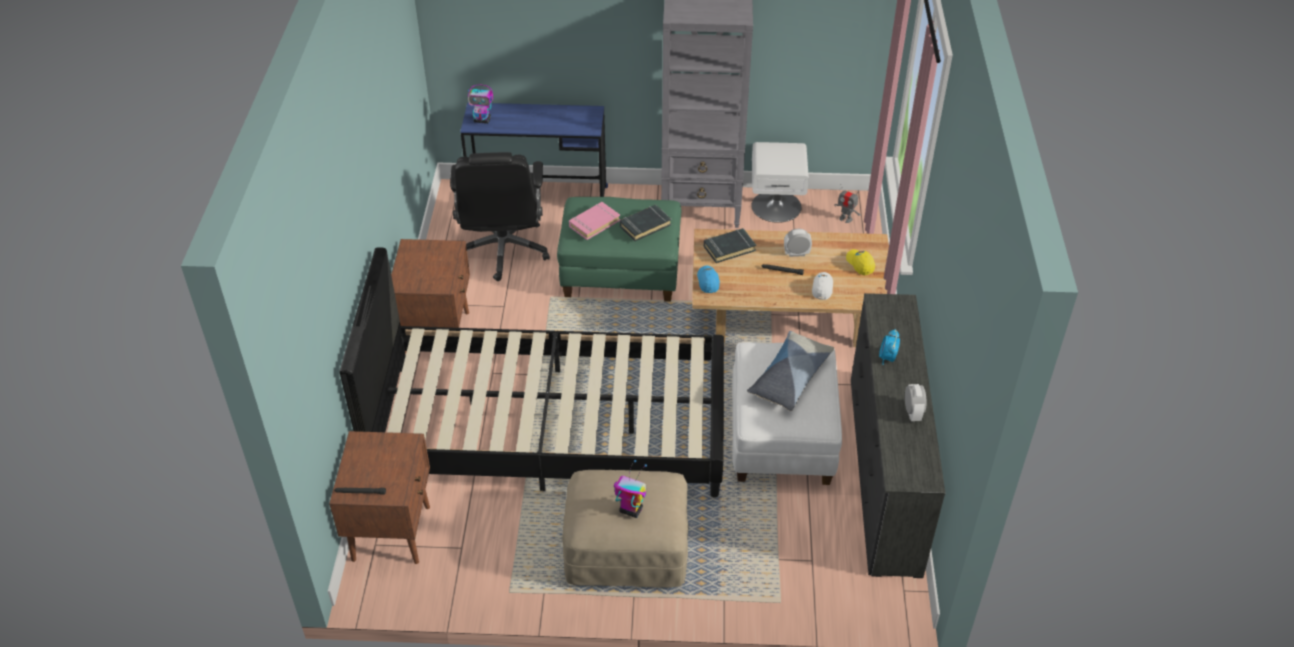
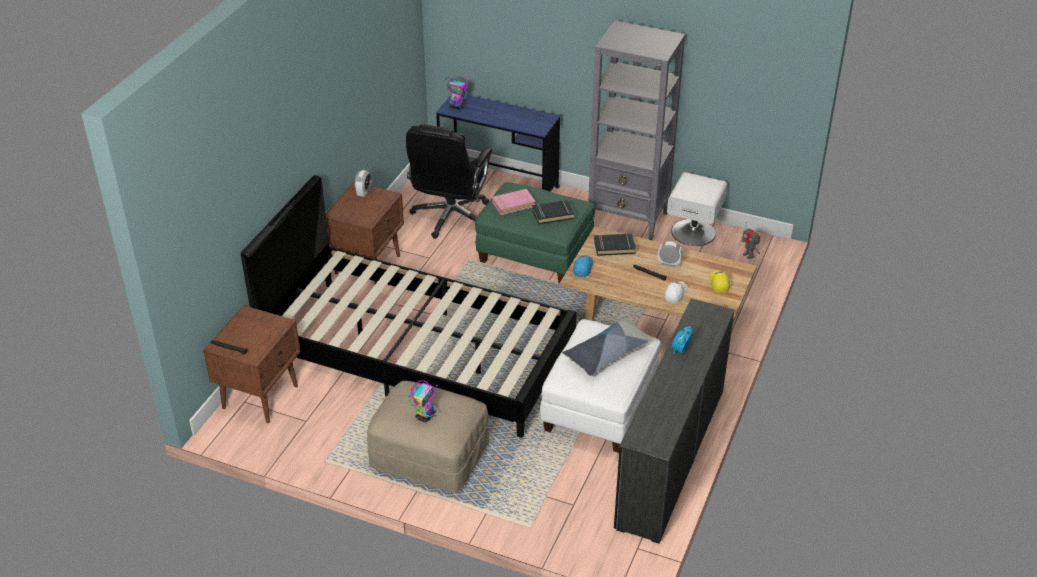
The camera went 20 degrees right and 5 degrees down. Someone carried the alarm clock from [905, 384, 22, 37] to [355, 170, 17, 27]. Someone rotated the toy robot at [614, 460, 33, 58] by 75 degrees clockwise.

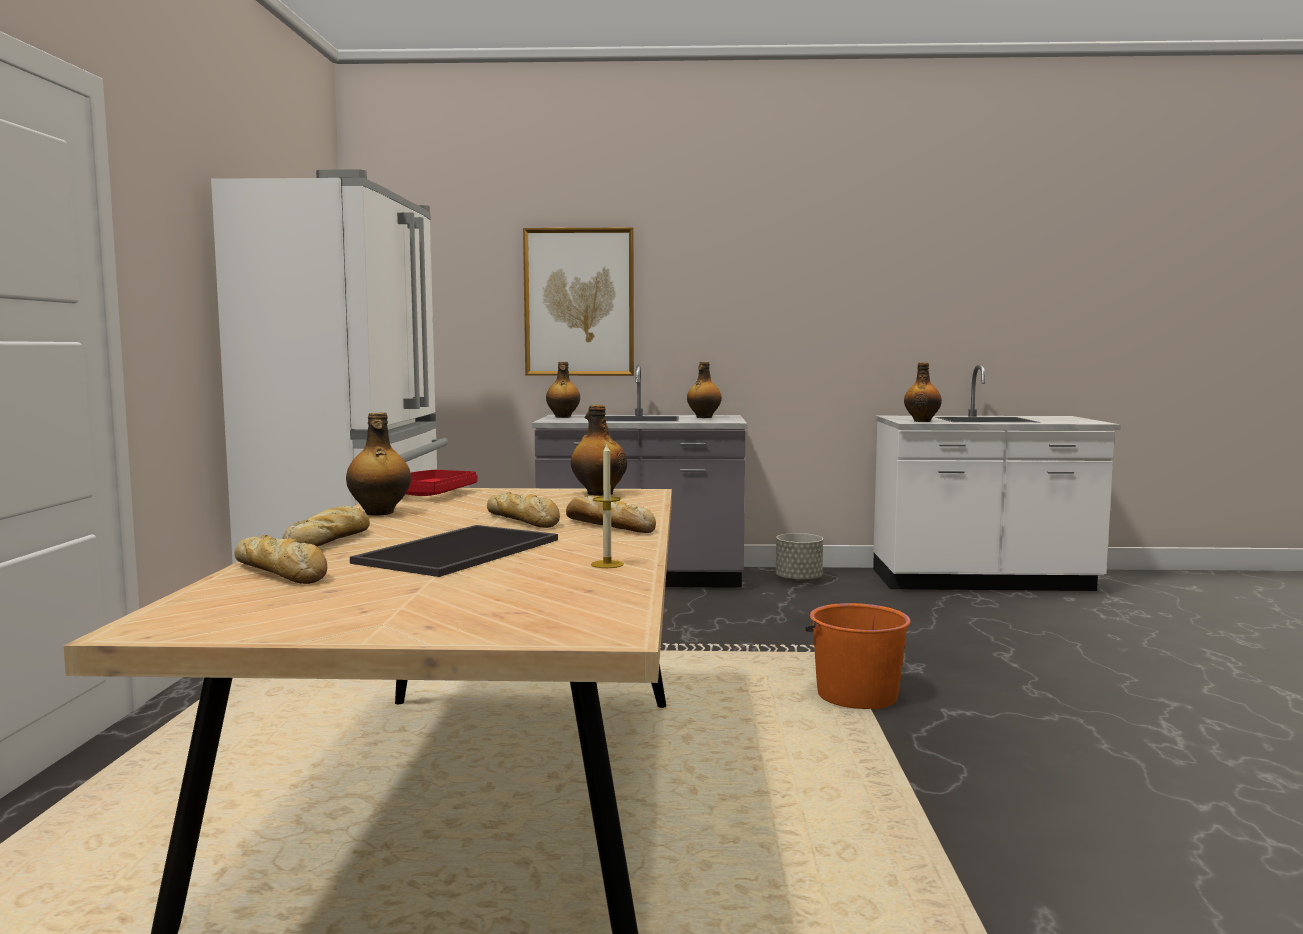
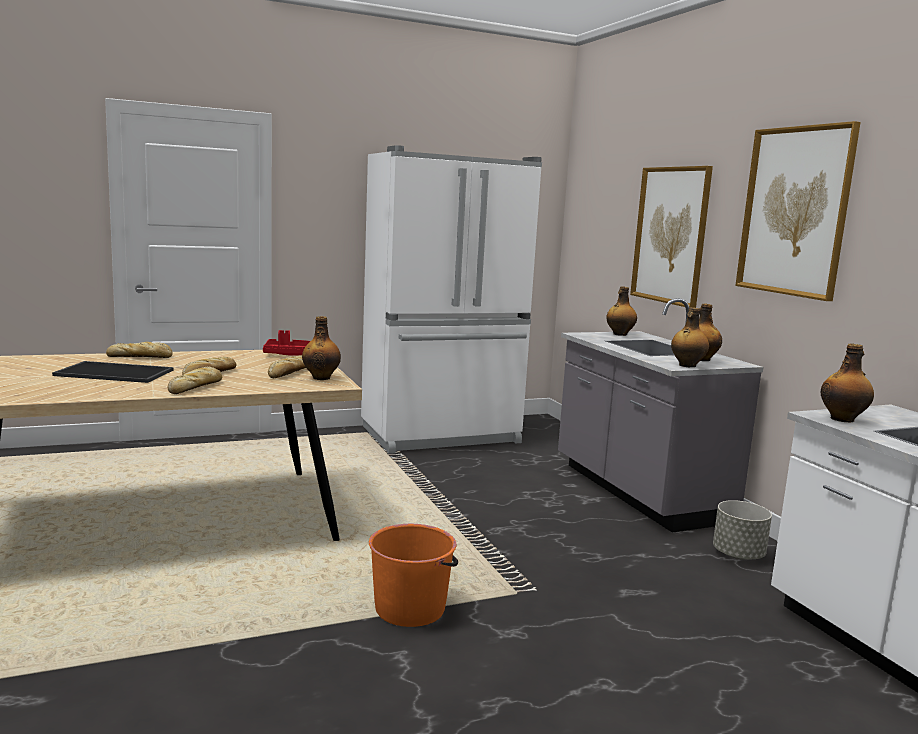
The camera went 65 degrees right and 5 degrees up. Someone took away the candle at [591, 442, 33, 126]. Someone put up the picture at [735, 121, 126, 180]. Someone carried the bread from [234, 535, 93, 49] to [268, 356, 38, 22]. Someone carried the bottle from [346, 413, 65, 103] to [671, 307, 38, 60].

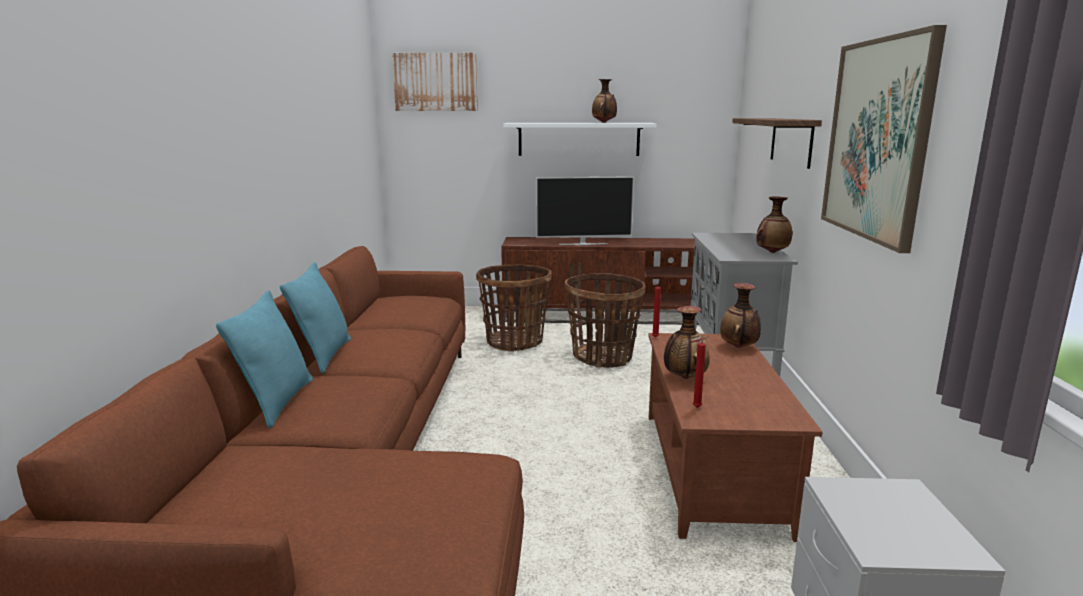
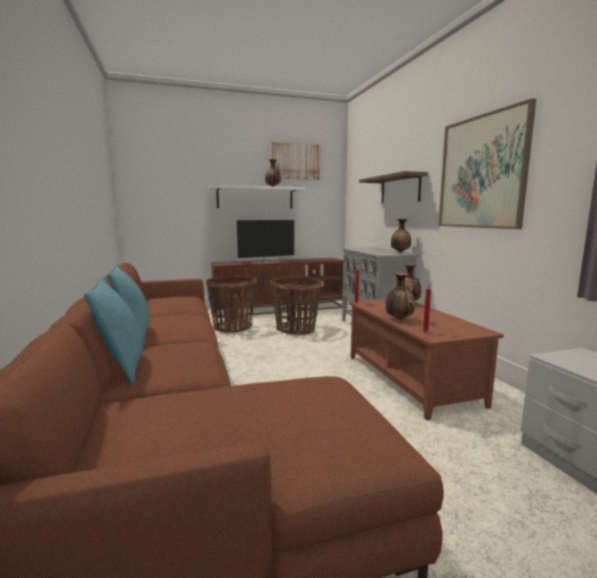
The camera went 20 degrees left and 5 degrees down. Someone carried the picture from [392, 53, 86, 58] to [271, 142, 50, 38].

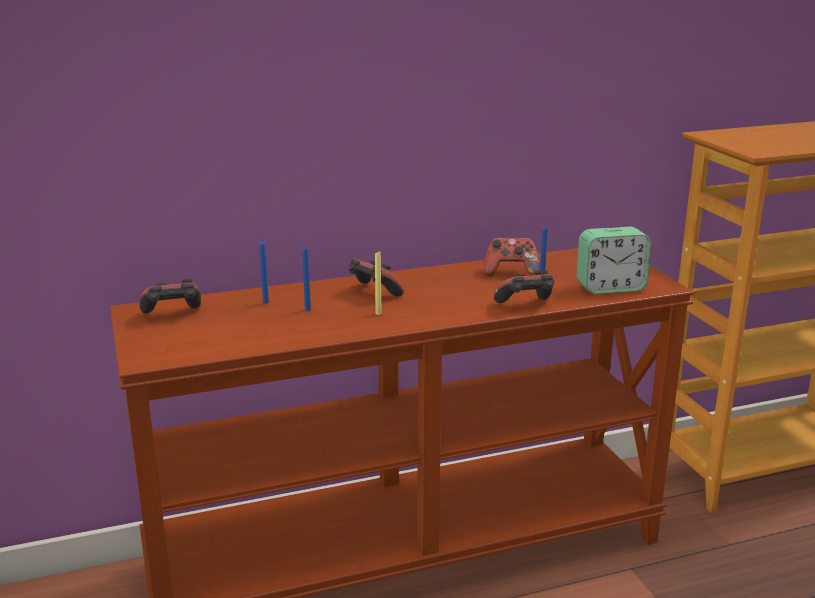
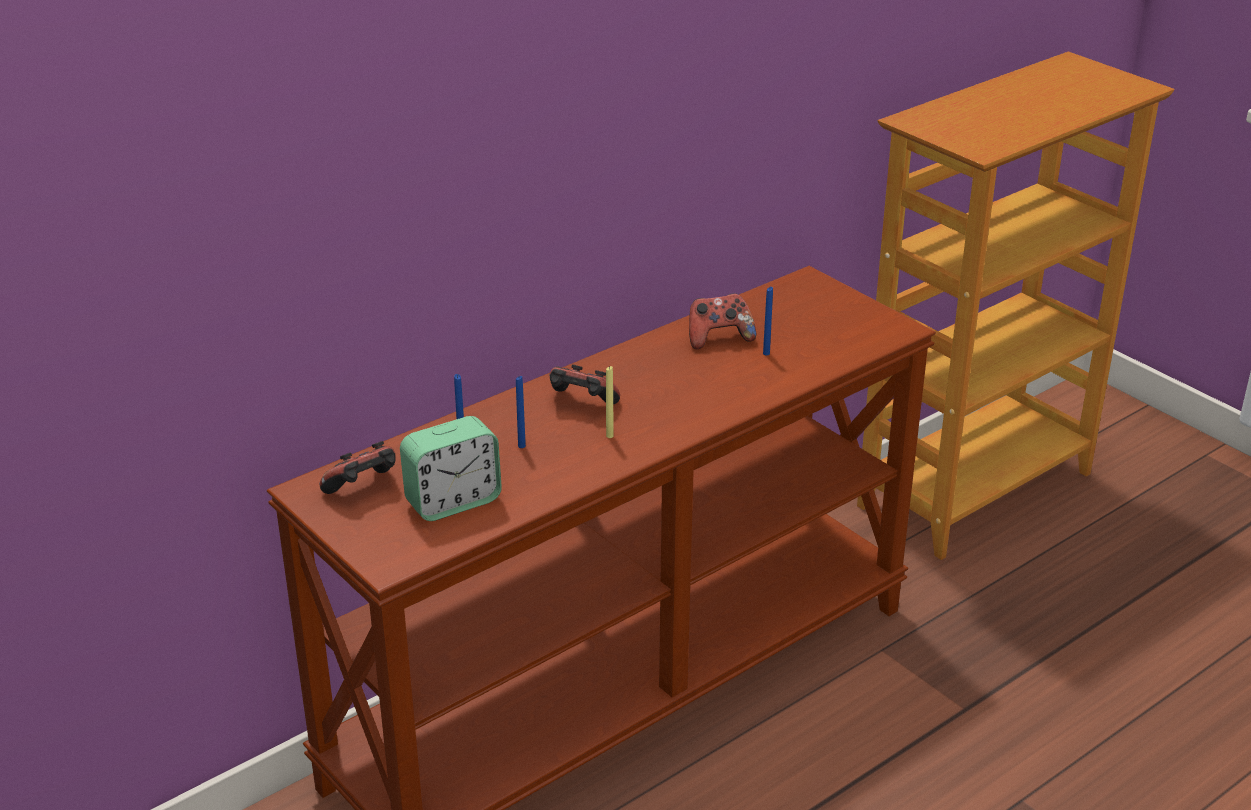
The camera went 20 degrees left and 10 degrees up. Someone took away the game controller at [494, 270, 60, 33]. Someone carried the alarm clock from [577, 227, 74, 67] to [400, 416, 102, 105].

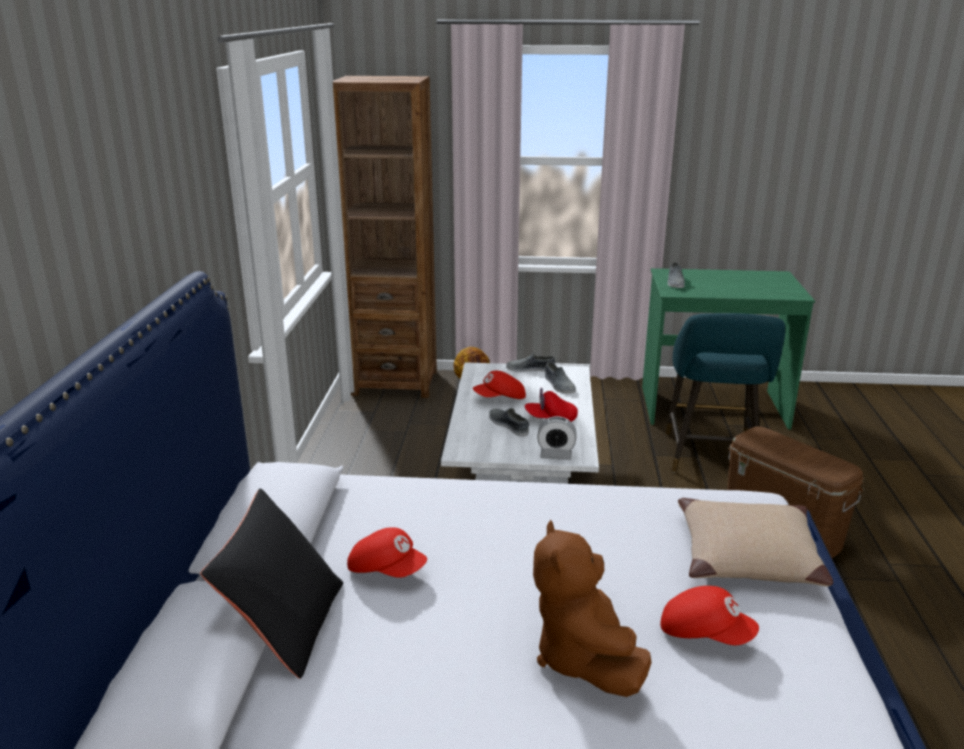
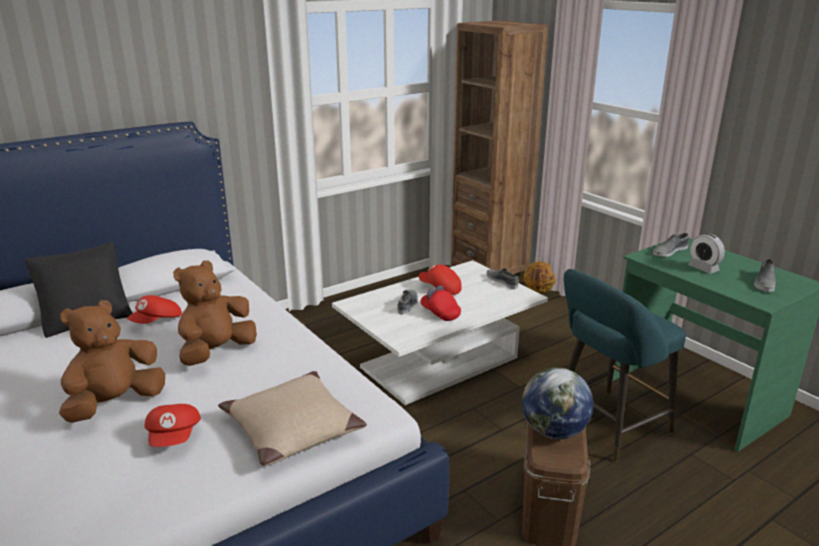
The camera went 50 degrees right and 0 degrees up. Someone put down the brown plush toy at [173, 261, 84, 105]. Someone put down the globe at [522, 367, 72, 72]. Someone carried the alarm clock from [537, 416, 40, 44] to [688, 233, 37, 41]. Someone carried the grey shoe from [545, 362, 31, 32] to [754, 259, 22, 33]. Someone rotated the red cap at [347, 527, 80, 51] by 45 degrees clockwise.

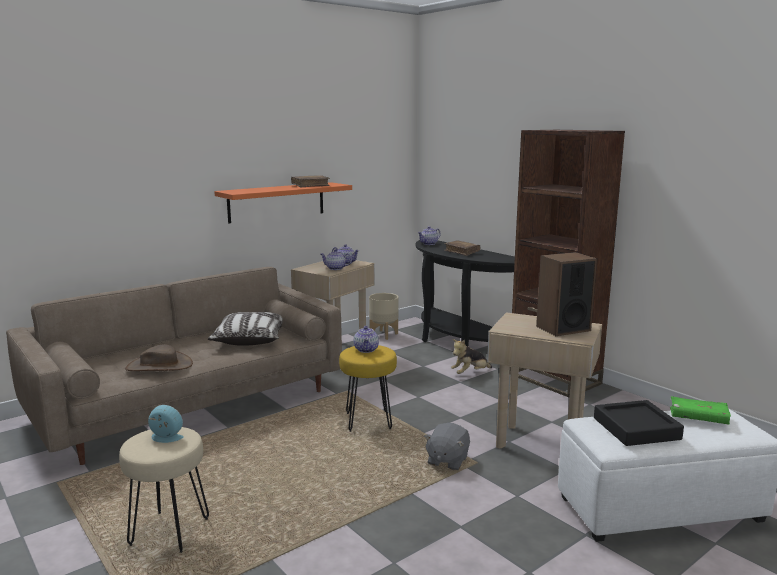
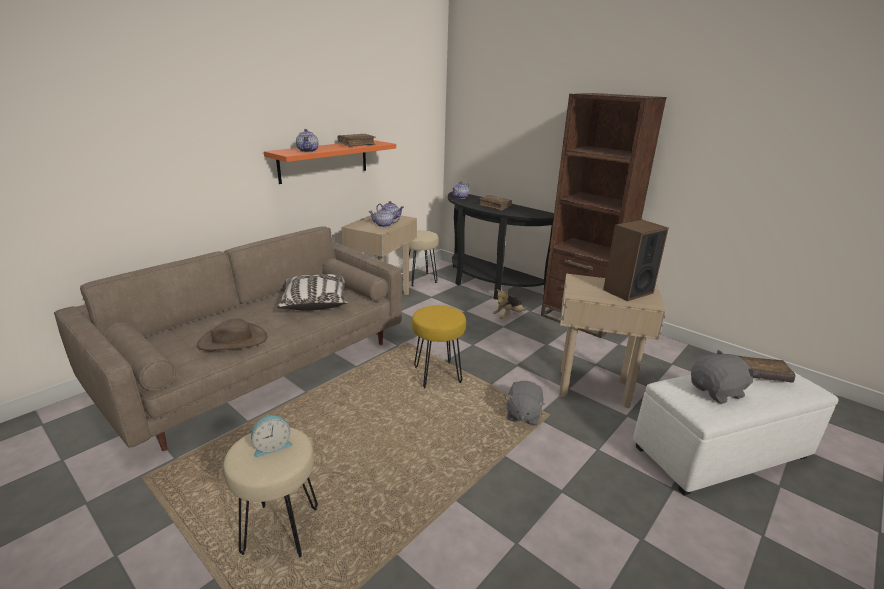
The camera went 10 degrees left and 10 degrees up. Someone carried the teapot from [354, 326, 25, 27] to [296, 129, 22, 23]. Someone swapped the beige planter at [369, 293, 29, 47] for the beige stool at [409, 230, 30, 56]. Someone swapped the black tray at [594, 400, 90, 46] for the grey plush toy at [691, 350, 67, 54]. Someone repainted the green book at [670, 396, 61, 29], which became the brown book at [736, 355, 60, 28]. Someone rotated the alarm clock at [148, 405, 36, 38] by 150 degrees clockwise.

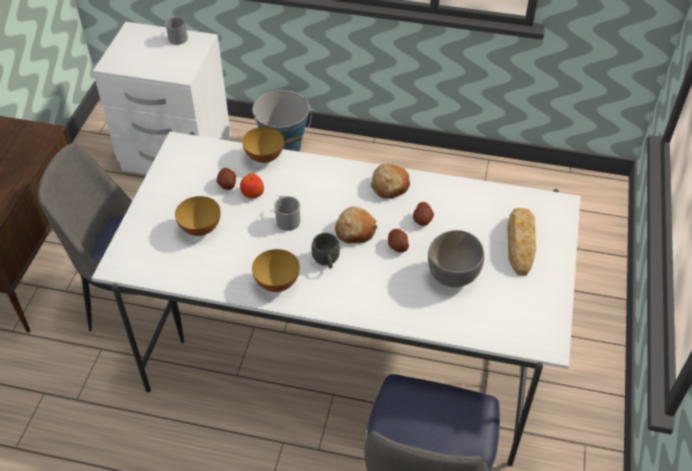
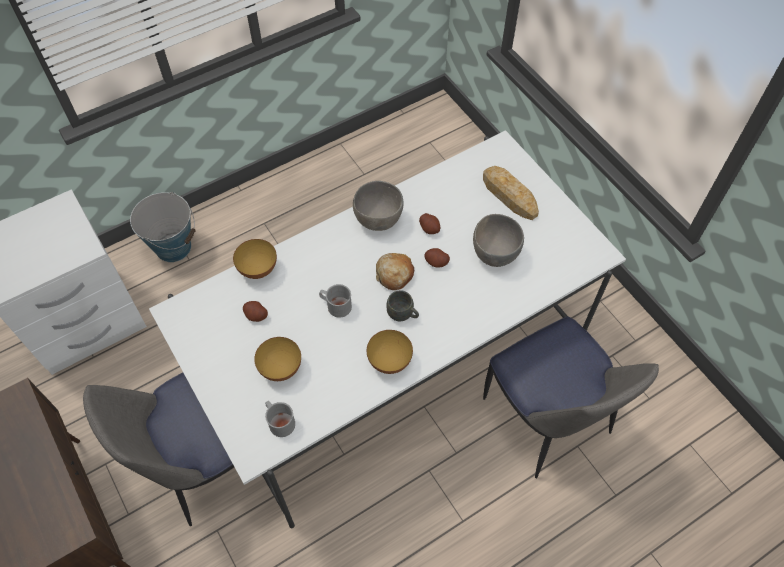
The camera went 45 degrees left and 10 degrees up. Someone took away the apple at [240, 174, 24, 25]. Someone carried the grey mug from [165, 17, 23, 28] to [265, 401, 30, 36]. Someone swapped the bread at [371, 164, 39, 35] for the grey bowl at [353, 181, 51, 50].

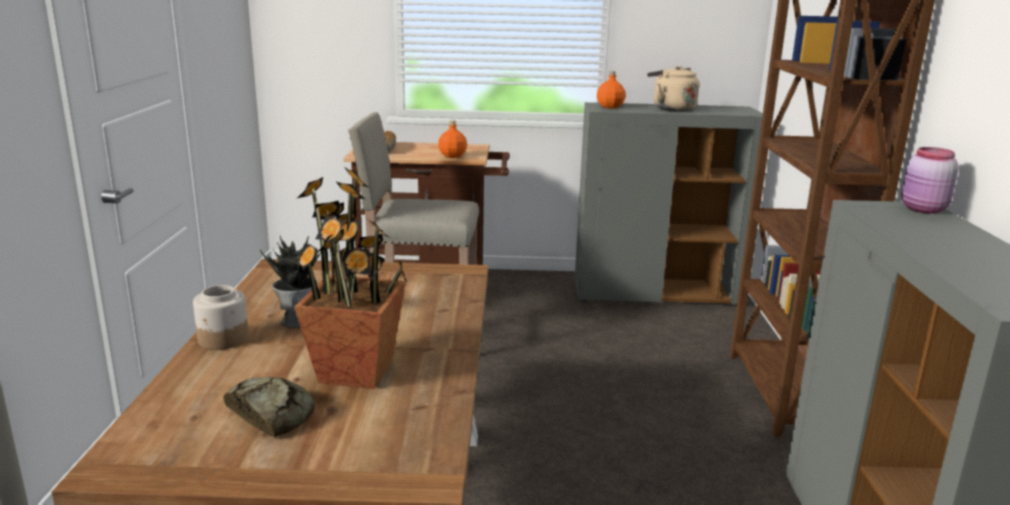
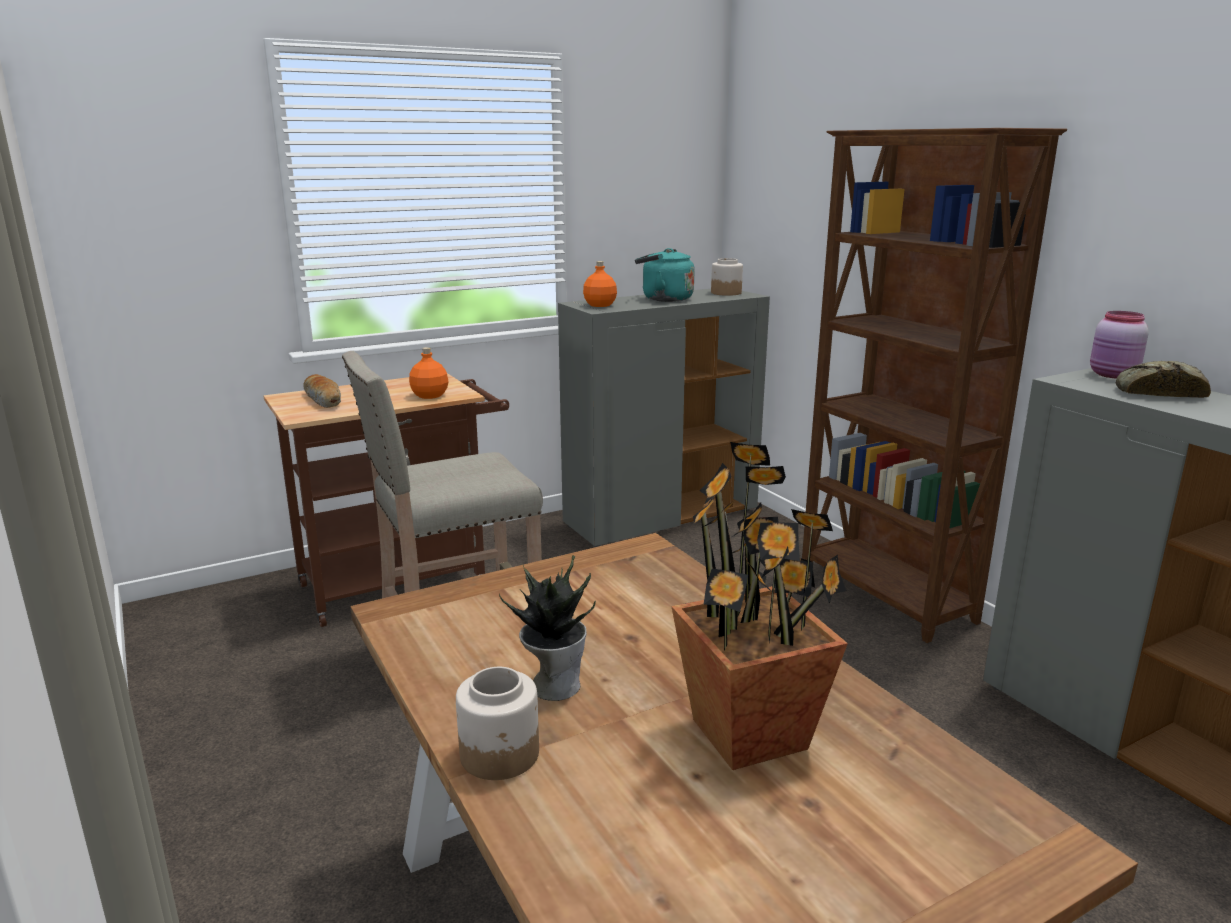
The camera went 30 degrees left and 0 degrees up. Someone put down the jar at [711, 258, 32, 38]. Someone carried the bread from [224, 377, 91, 60] to [1116, 361, 95, 37]. Someone repainted the beige kettle at [647, 66, 52, 45], which became the turquoise kettle at [635, 248, 60, 54].

